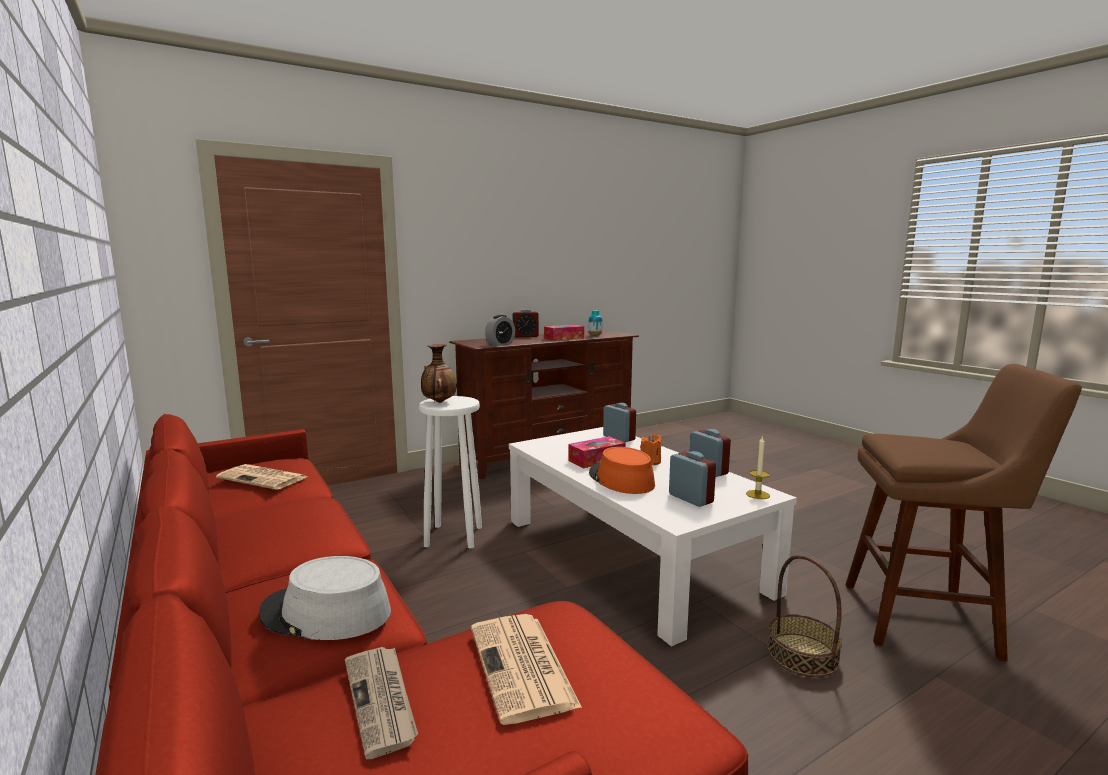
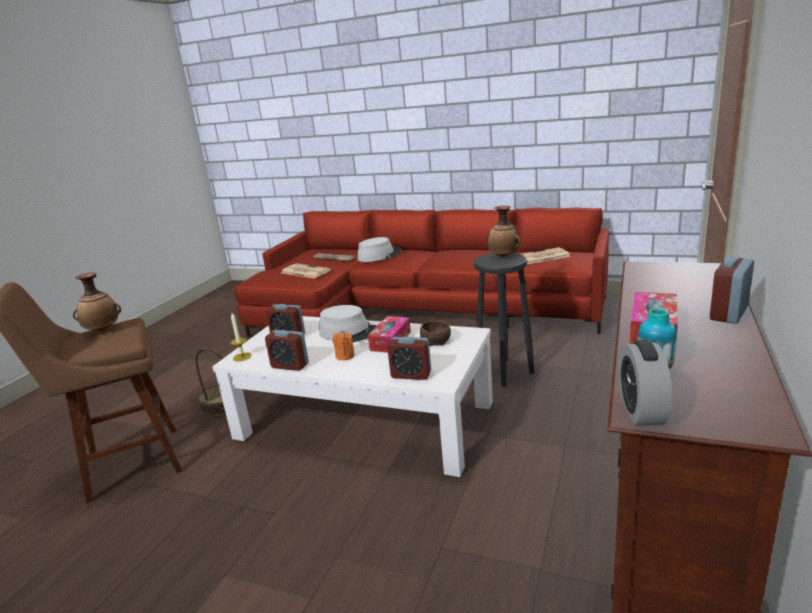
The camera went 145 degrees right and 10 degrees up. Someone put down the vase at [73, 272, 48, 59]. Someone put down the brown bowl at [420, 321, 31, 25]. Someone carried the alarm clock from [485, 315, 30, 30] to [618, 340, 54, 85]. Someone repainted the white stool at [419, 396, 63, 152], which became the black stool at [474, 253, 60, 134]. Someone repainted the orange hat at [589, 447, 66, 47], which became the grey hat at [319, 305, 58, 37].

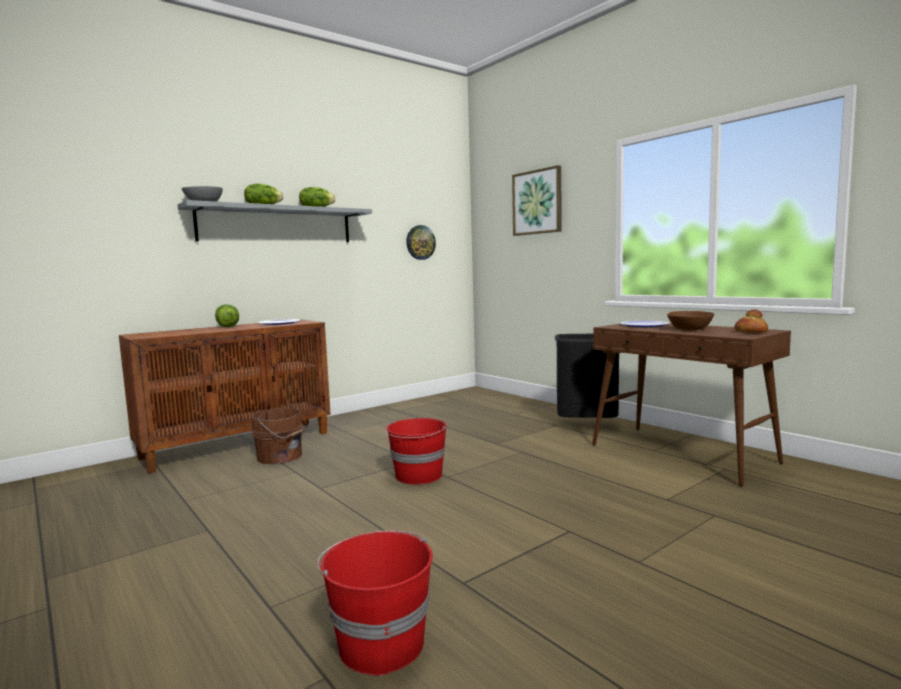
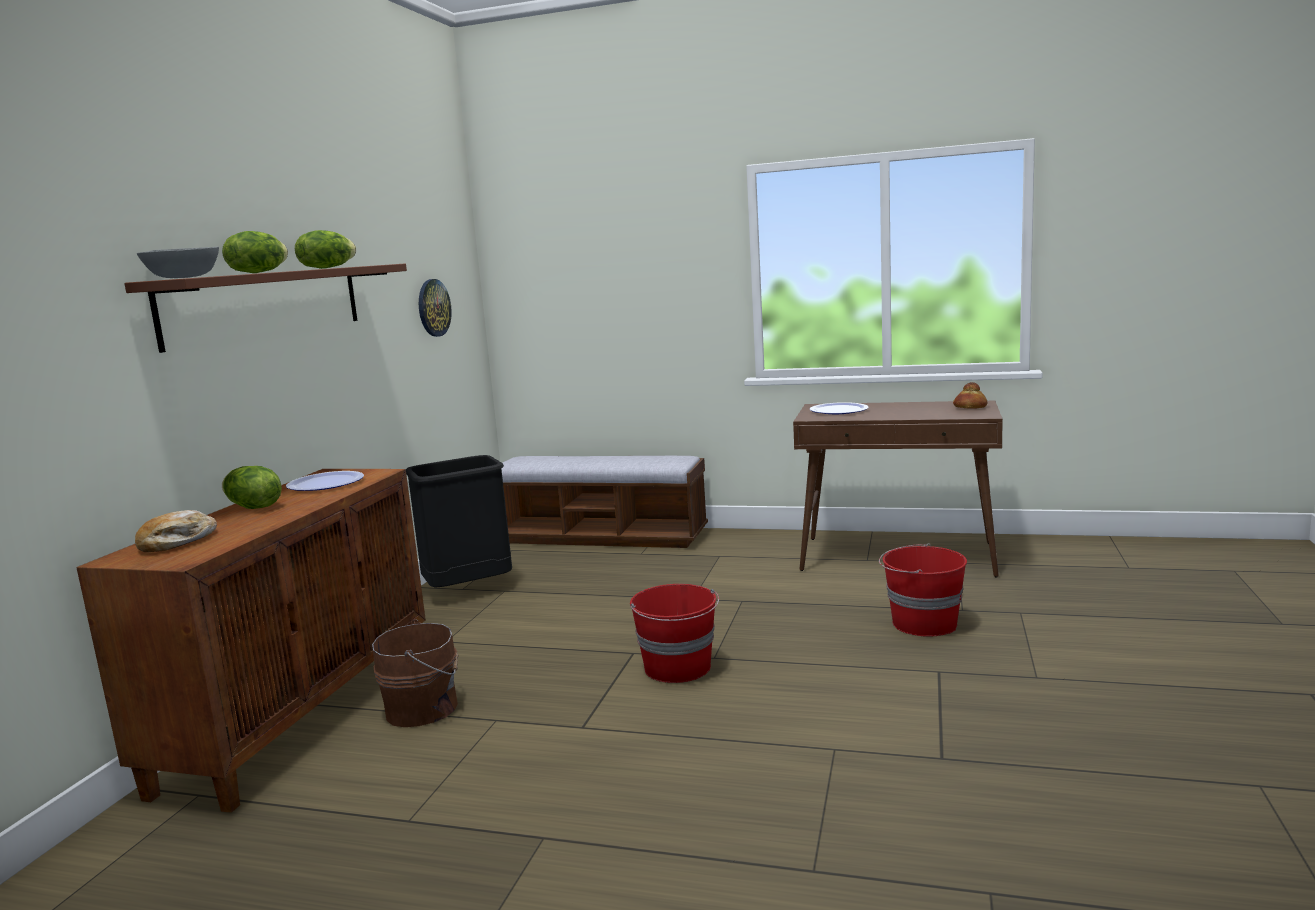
The camera went 35 degrees left and 5 degrees up. Someone took away the picture at [512, 165, 50, 71]. Someone took away the brown bowl at [667, 311, 47, 20]. Someone put down the bread at [135, 510, 82, 42]. Someone put down the bench at [501, 456, 207, 92]. Someone carried the red bucket from [317, 530, 116, 146] to [879, 543, 88, 94]. Someone carried the black trash can from [555, 334, 64, 84] to [406, 455, 106, 133]. Someone repainted the grey shelf at [178, 200, 194, 42], which became the brown shelf at [124, 264, 283, 89].

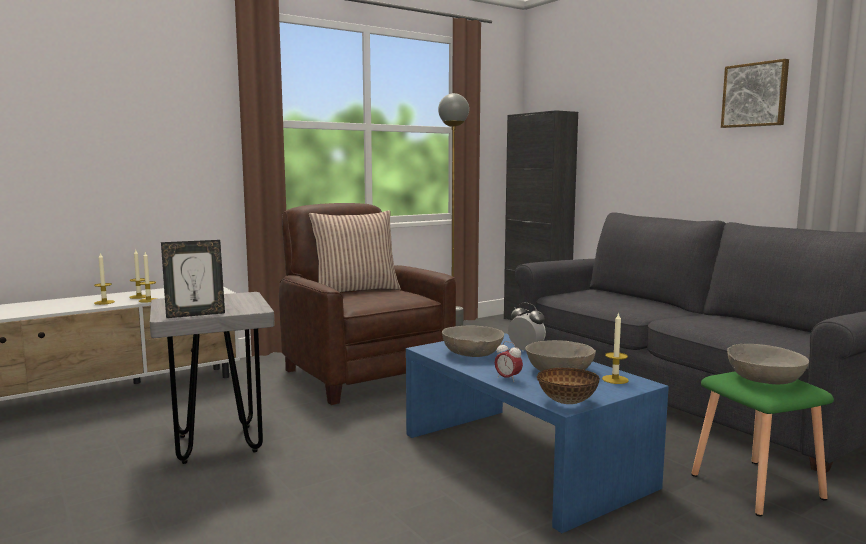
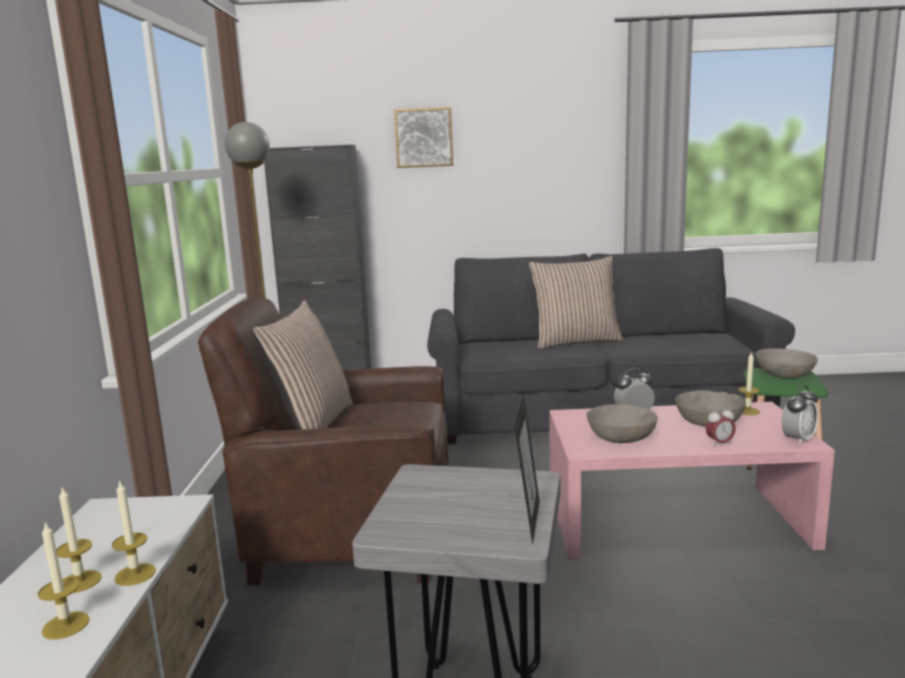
The camera went 55 degrees left and 5 degrees up. Someone put down the pillow at [529, 256, 94, 93]. Someone carried the picture from [721, 59, 68, 69] to [394, 107, 59, 61]. Someone swapped the bowl at [537, 368, 63, 36] for the alarm clock at [782, 385, 36, 60]. Someone repainted the blue coffee table at [406, 333, 263, 200], which became the pink coffee table at [549, 402, 286, 157].

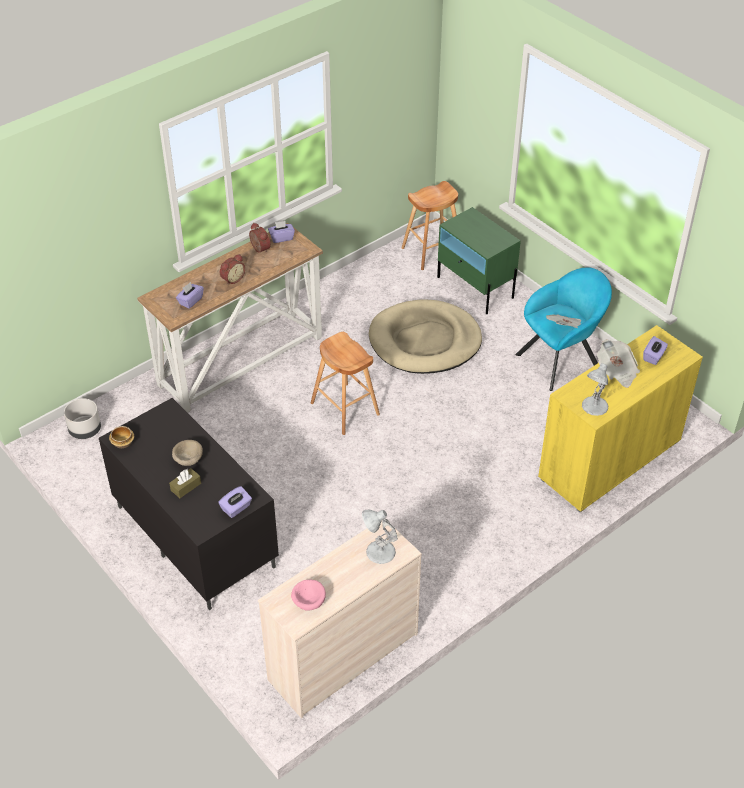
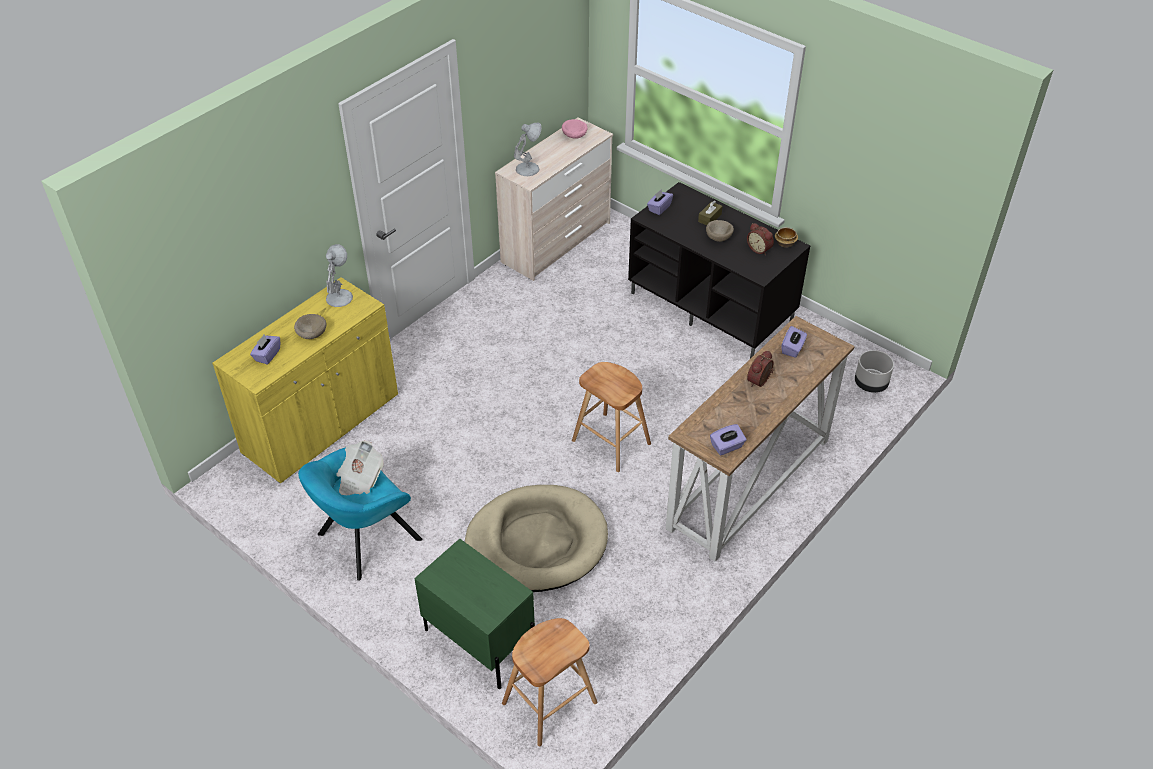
The camera went 170 degrees right and 0 degrees up. Someone carried the alarm clock from [249, 223, 22, 30] to [747, 223, 27, 32]. Someone swapped the newspaper at [597, 339, 43, 49] for the beige bowl at [294, 314, 33, 25].

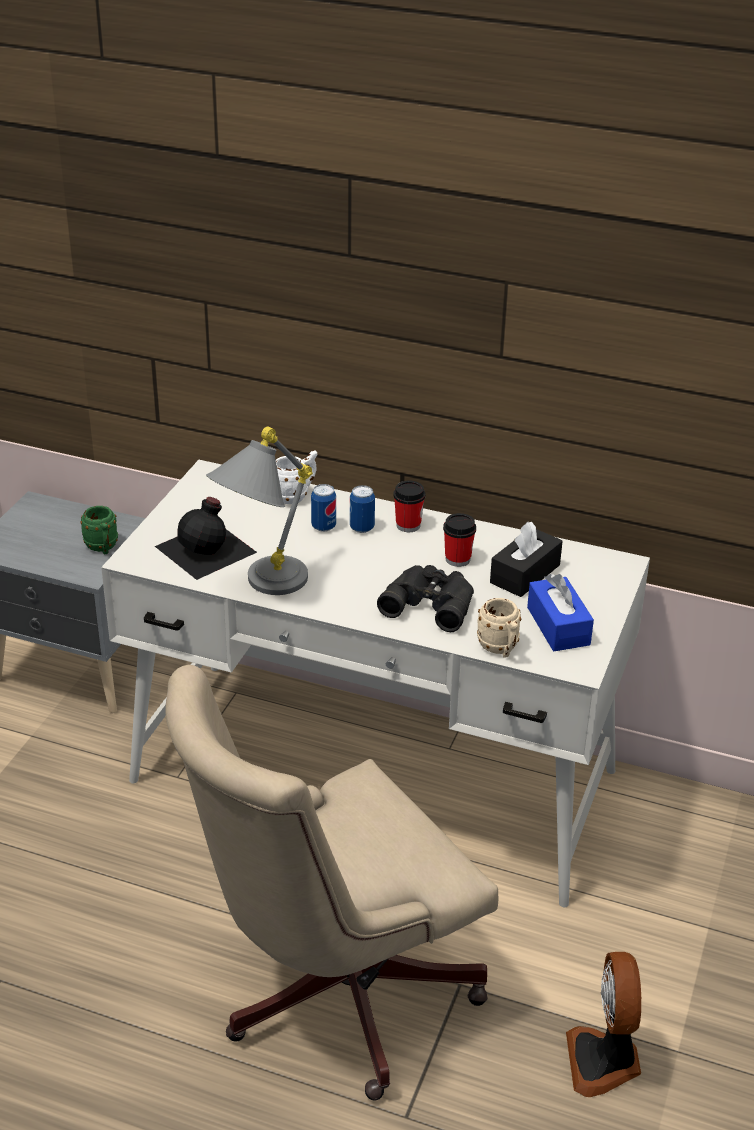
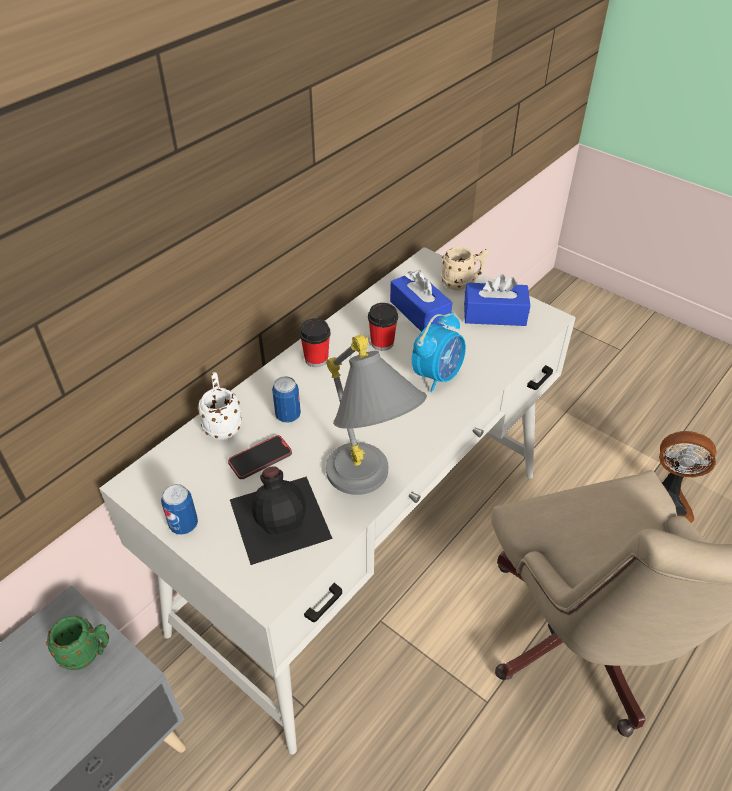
The camera went 70 degrees left and 10 degrees up. Someone put down the phone at [228, 435, 64, 44]. Someone carried the can from [350, 485, 25, 48] to [161, 484, 37, 51]. Someone carried the beige mug from [477, 598, 44, 60] to [441, 247, 48, 43]. Someone swapped the black binoculars at [377, 565, 97, 67] for the alarm clock at [412, 312, 54, 81]. Someone repainted the black tissue box at [490, 522, 73, 75], which became the blue tissue box at [390, 270, 62, 62].

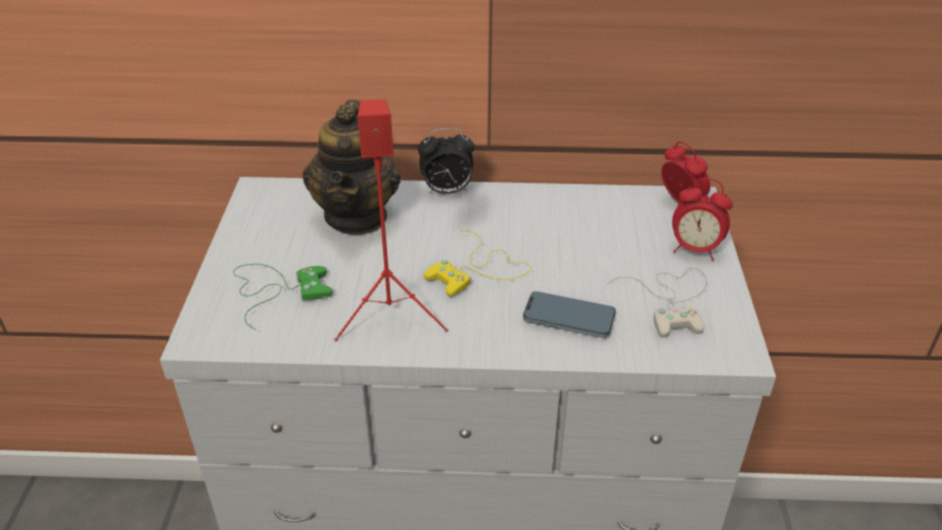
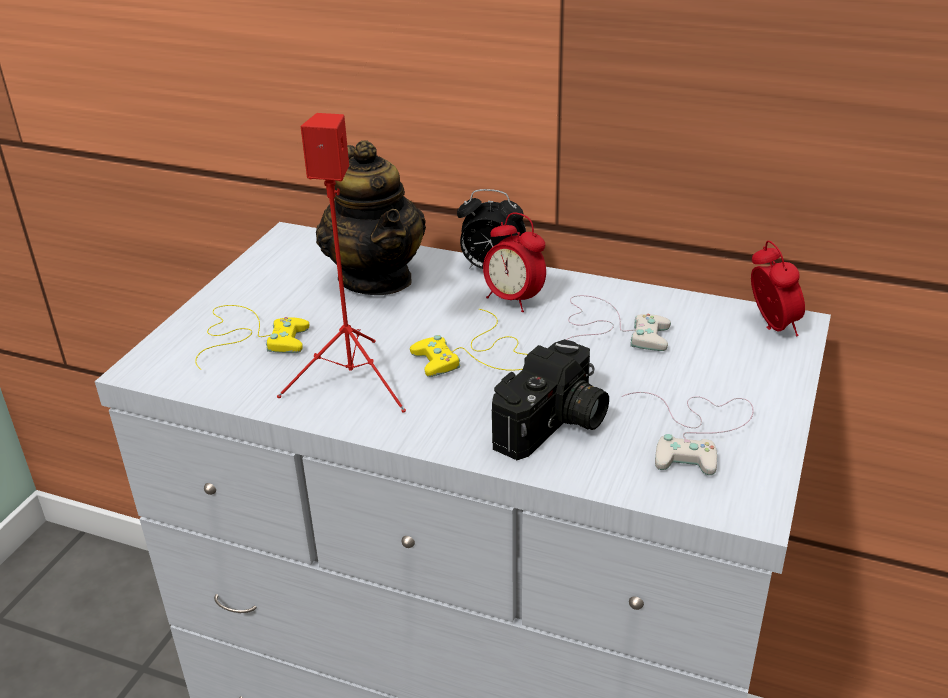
The camera went 20 degrees right and 5 degrees down. Someone put down the white game controller at [566, 295, 105, 56]. Someone carried the alarm clock from [672, 178, 61, 83] to [483, 212, 63, 100]. Someone swapped the phone at [523, 291, 93, 47] for the photo camera at [492, 339, 117, 121]. Someone repainted the green game controller at [233, 264, 100, 66], which became the yellow game controller at [195, 305, 114, 65]. Someone rotated the teapot at [303, 100, 98, 135] by 45 degrees counterclockwise.

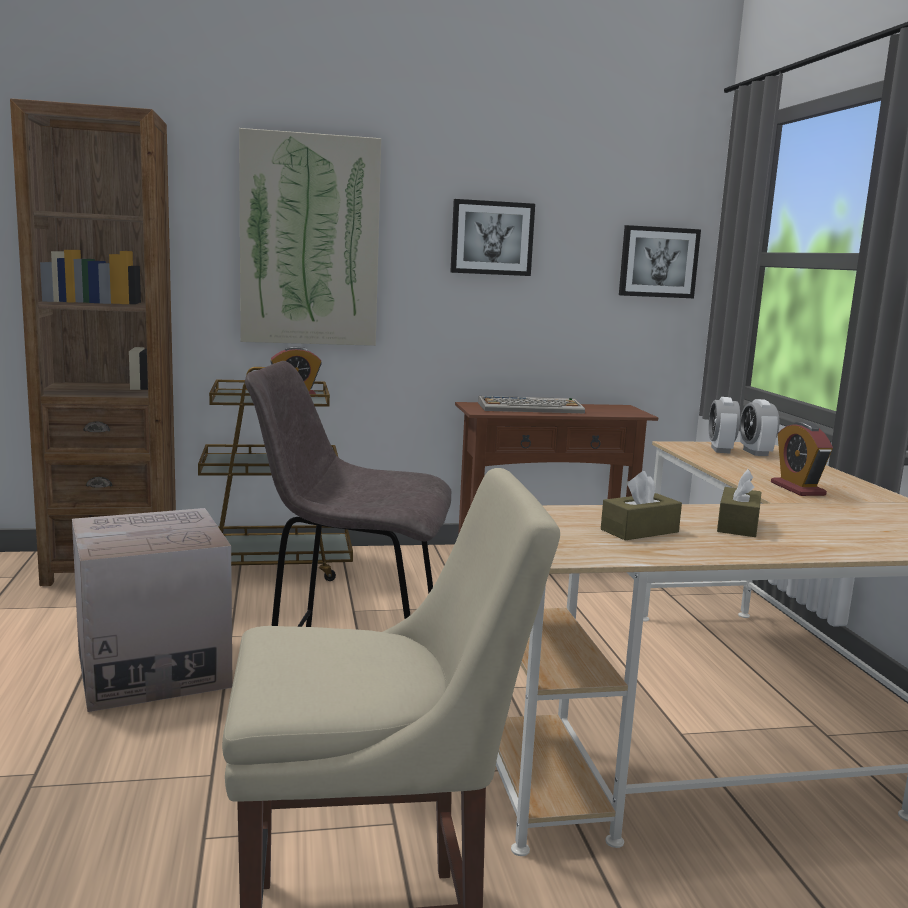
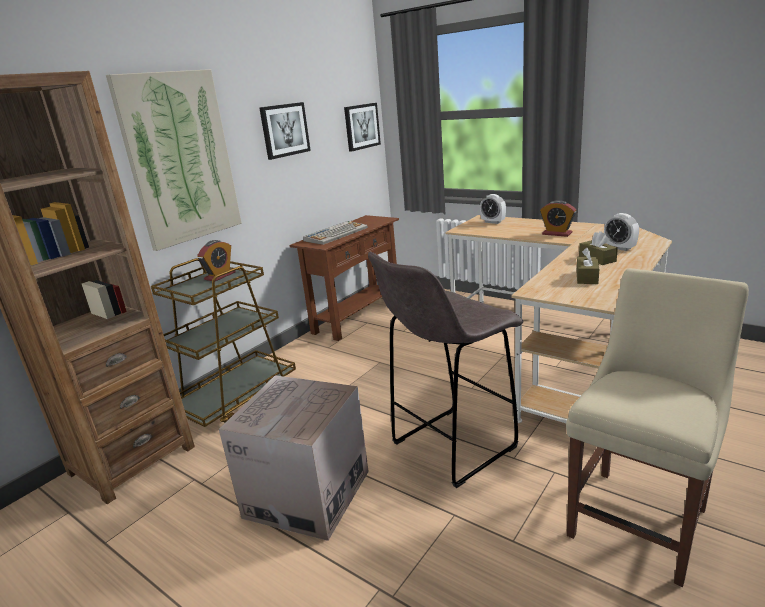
The camera went 40 degrees left and 10 degrees up. Someone carried the alarm clock from [709, 397, 31, 57] to [604, 213, 35, 38].

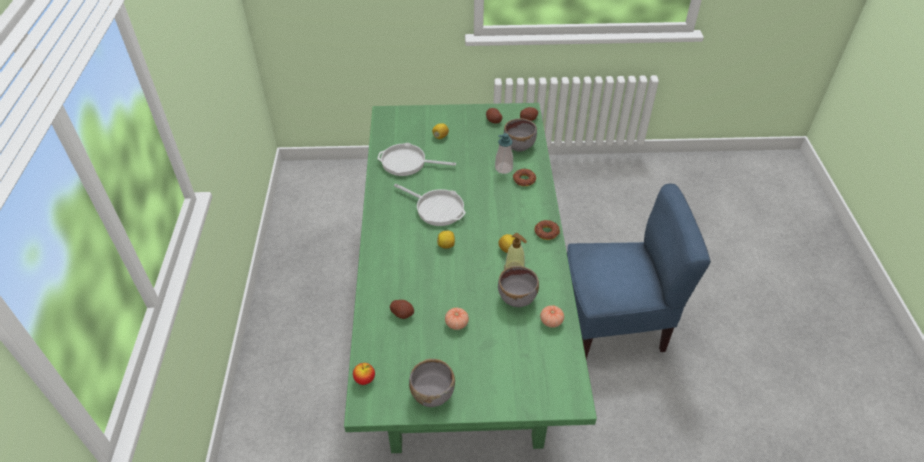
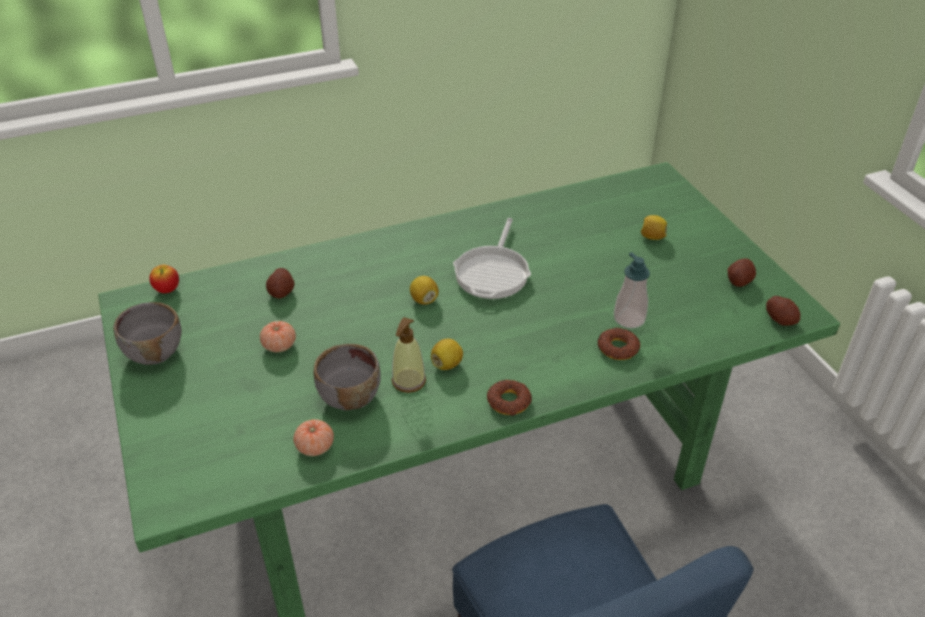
The camera went 70 degrees right and 5 degrees down. Someone took away the frying pan at [377, 143, 79, 33]. Someone took away the grey bowl at [504, 118, 33, 34].

